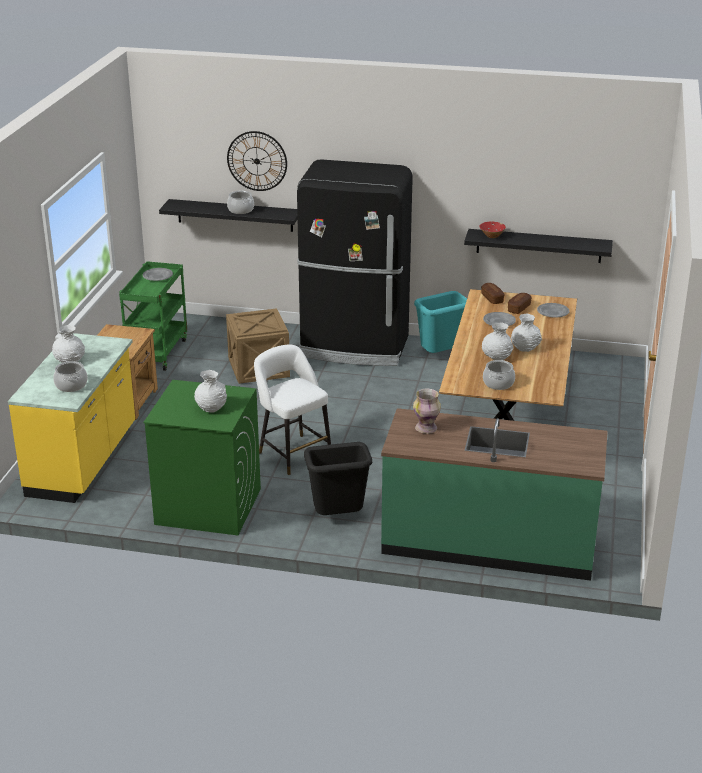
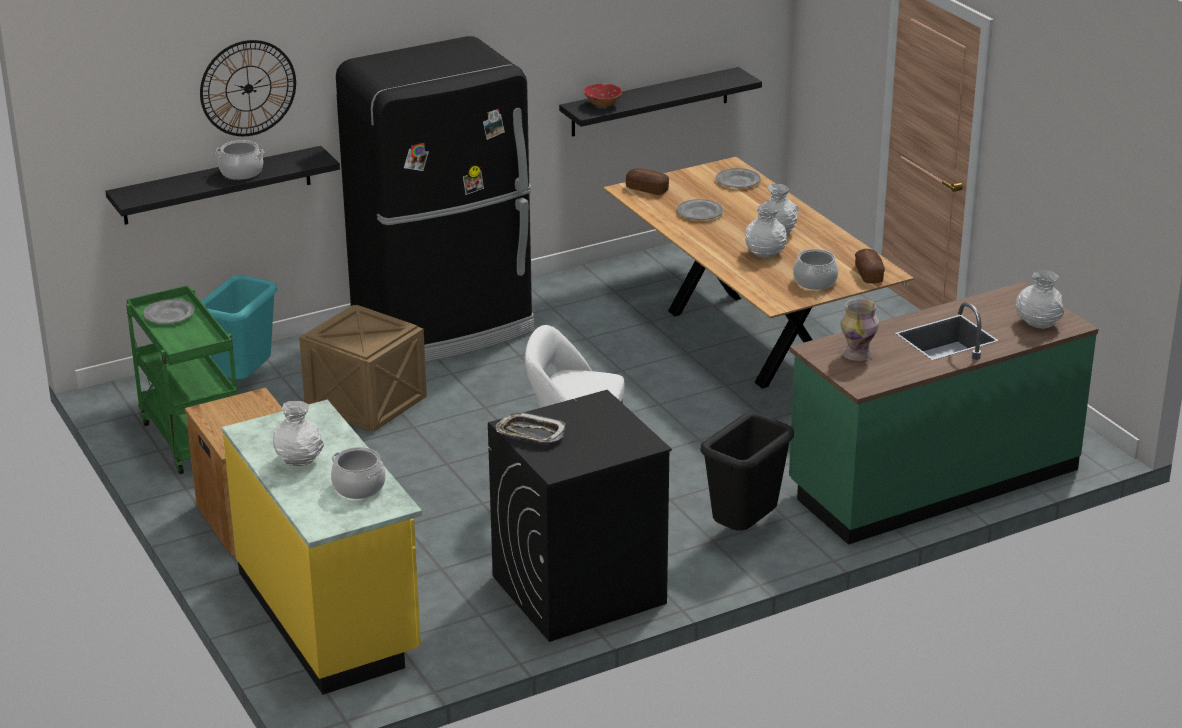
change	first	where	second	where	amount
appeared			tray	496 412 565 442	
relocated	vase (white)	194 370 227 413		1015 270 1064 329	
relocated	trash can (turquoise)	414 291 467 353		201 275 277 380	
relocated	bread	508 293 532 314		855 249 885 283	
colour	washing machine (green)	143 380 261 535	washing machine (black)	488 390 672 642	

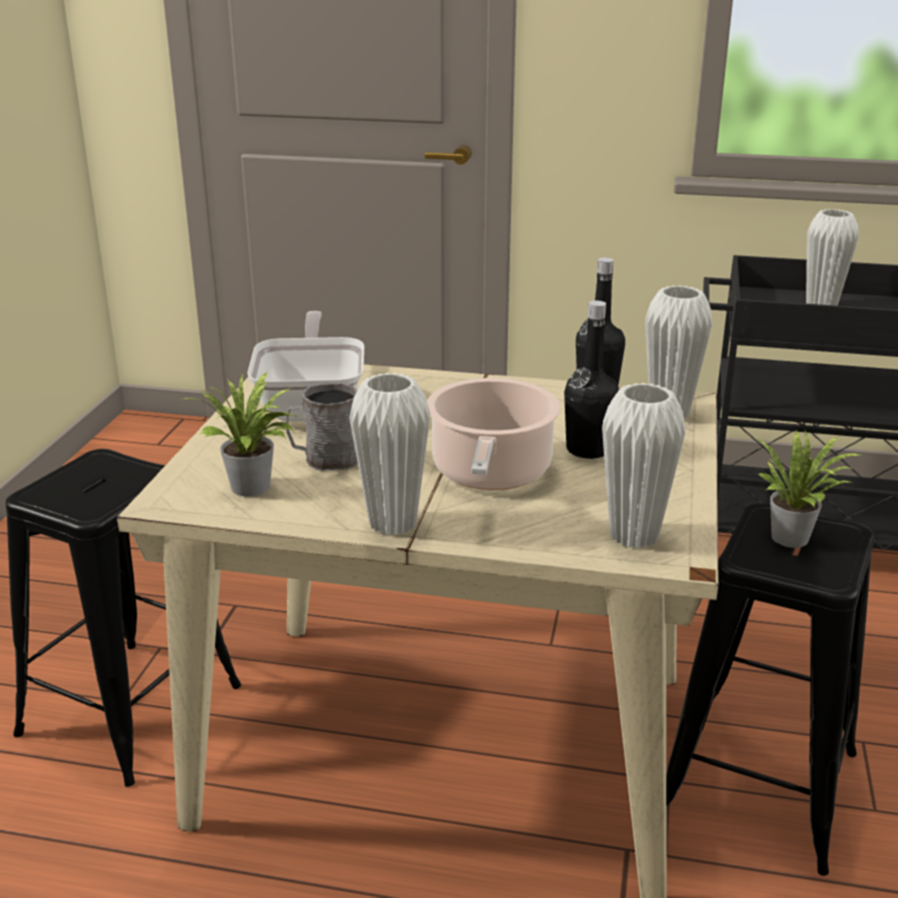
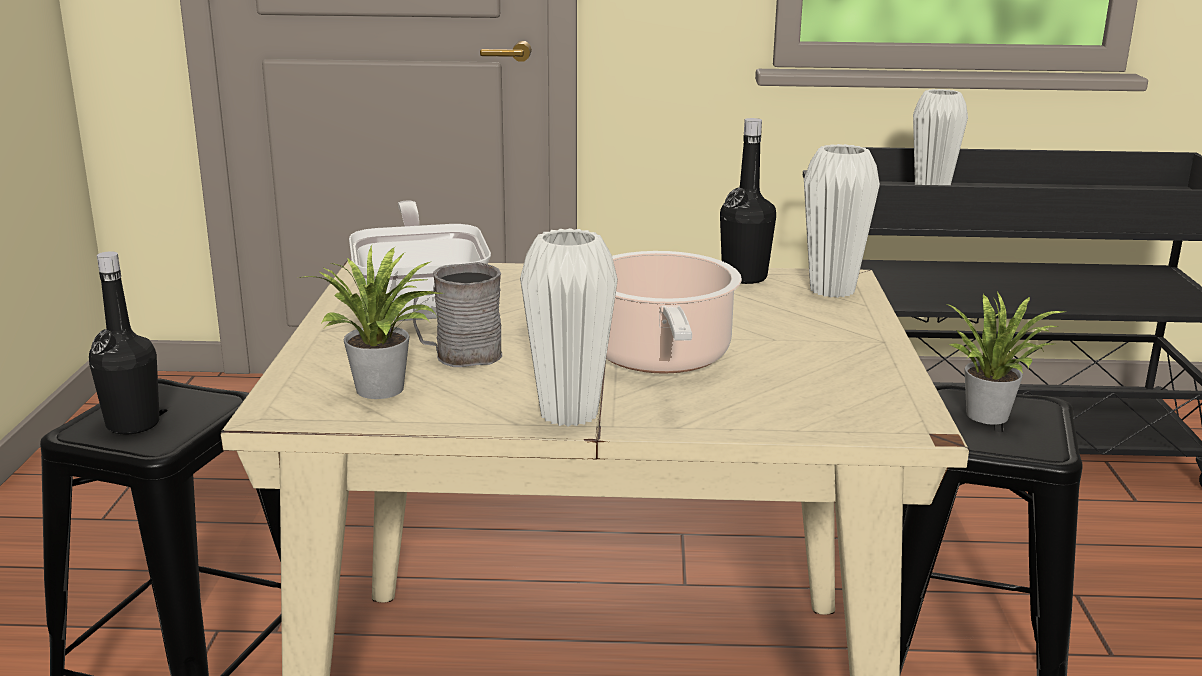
change	first	where	second	where	amount
missing	vase (white)	602 383 685 548			
relocated	bottle (black)	564 301 619 459		89 251 160 435	

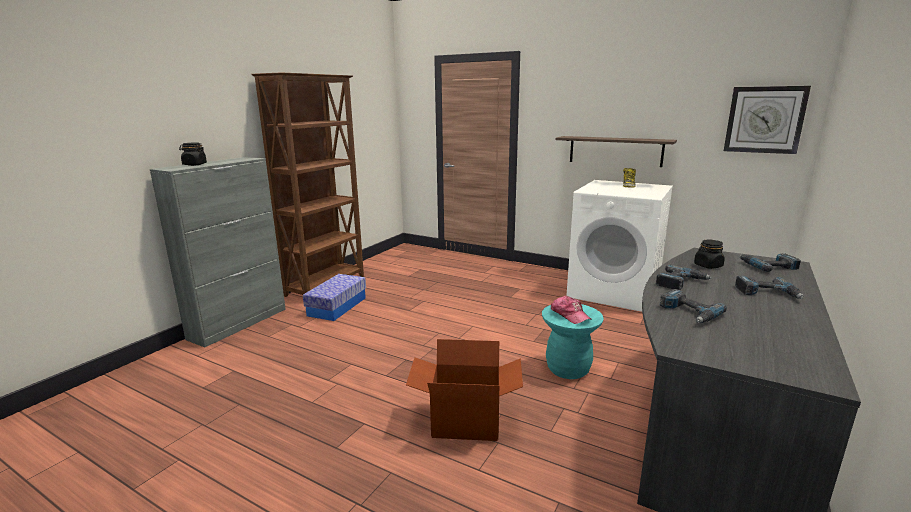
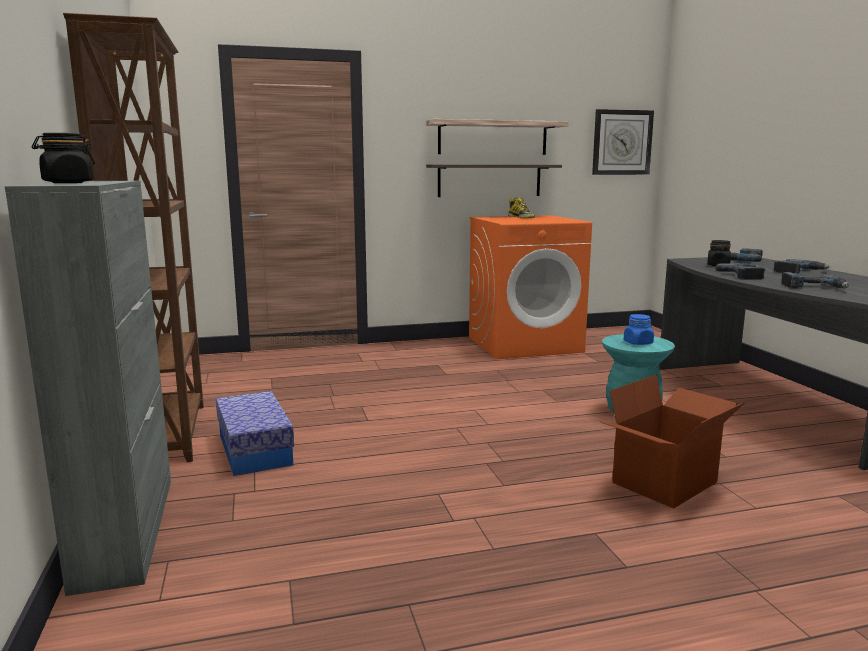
change	first	where	second	where	amount
appeared			shelf	426 119 569 155	
exchanged	cap	551 296 592 324	jar (blue)	624 314 654 345	
colour	washing machine (white)	566 180 673 312	washing machine (orange)	469 215 592 359	

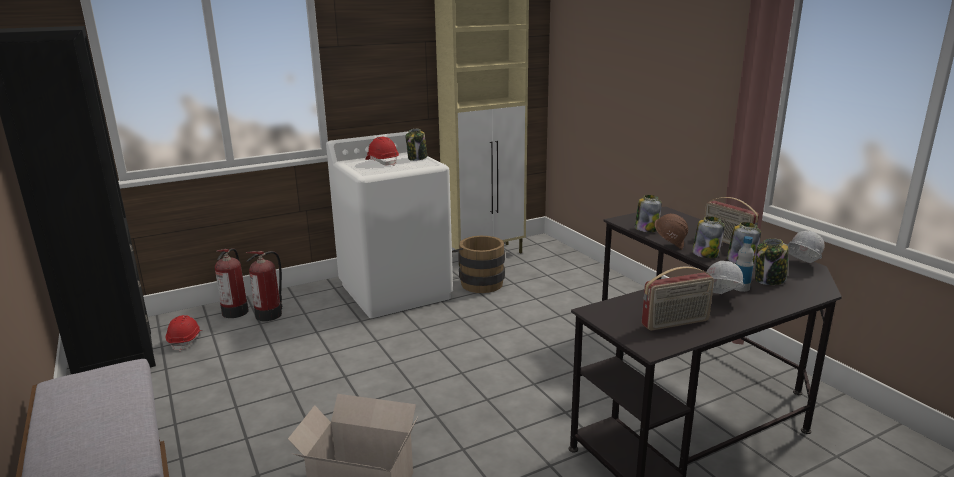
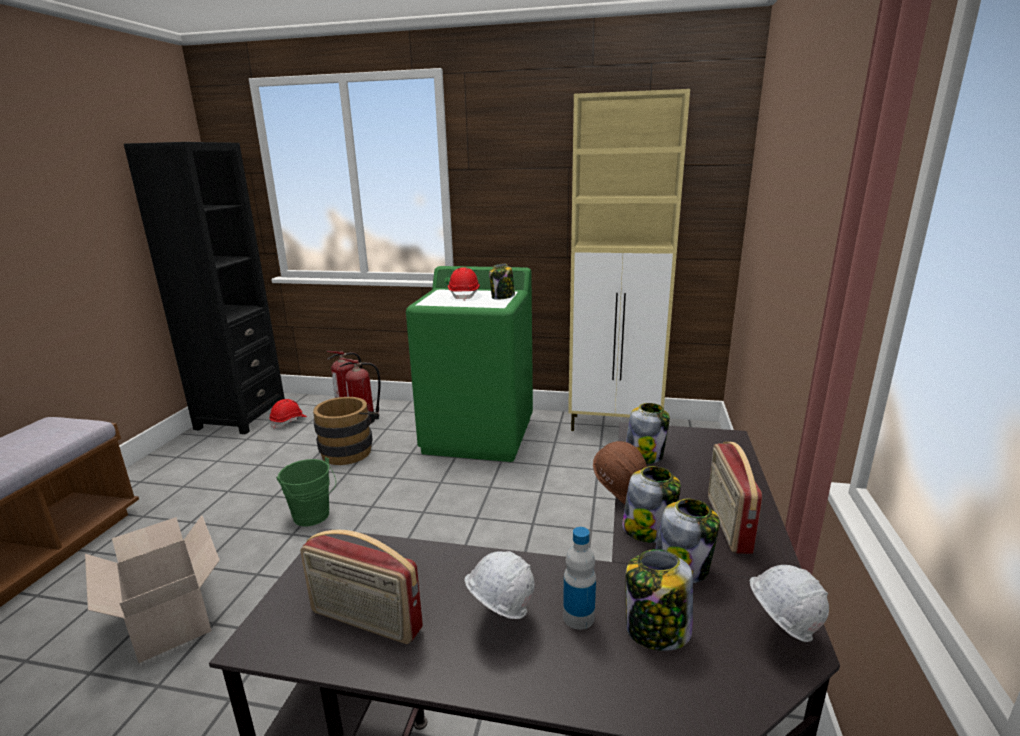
change	first	where	second	where	amount
appeared			bucket (green)	276 457 336 527	
relocated	bucket (brown)	452 236 505 293		313 397 378 465	
colour	washing machine (white)	326 132 453 318	washing machine (green)	406 266 533 462	

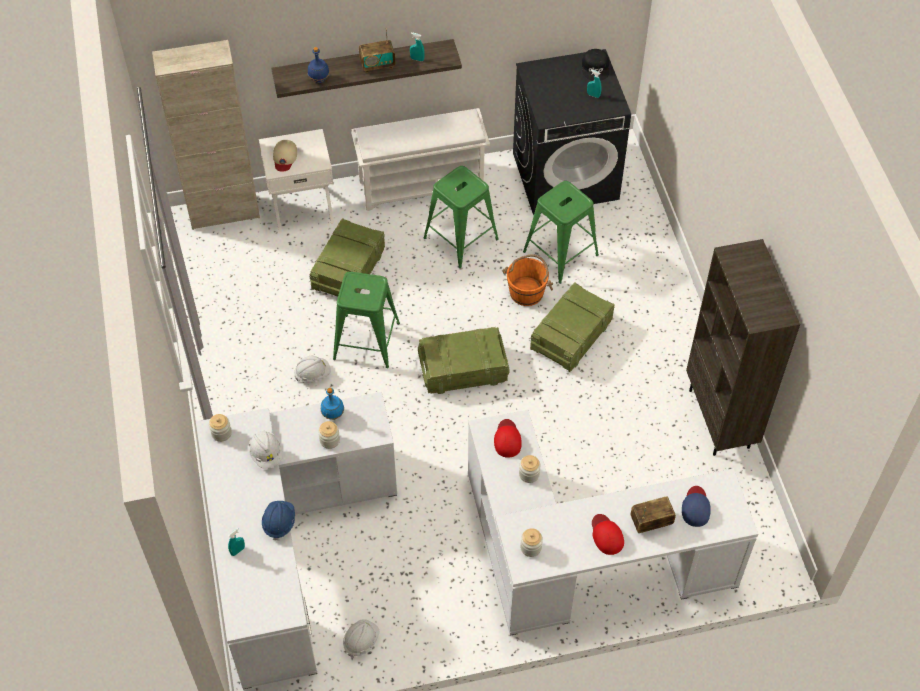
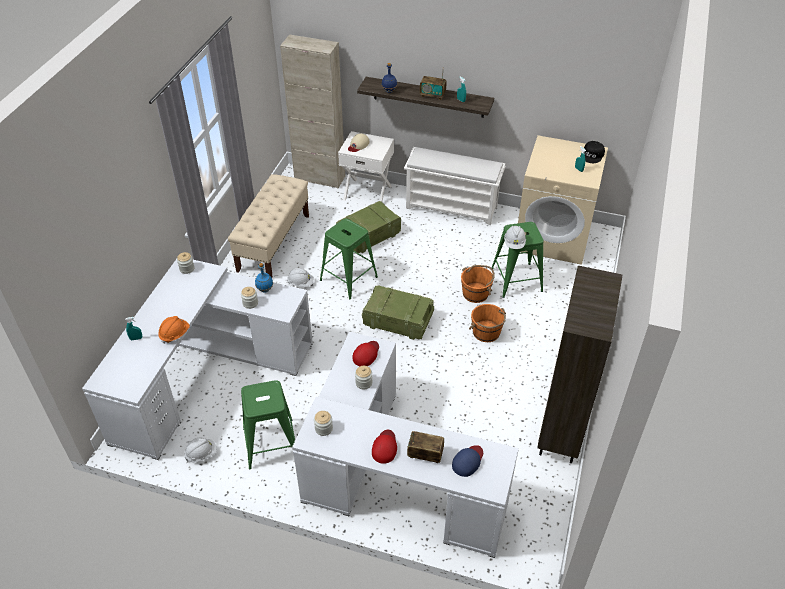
change	first	where	second	where	amount
appeared			bench (beige)	228 174 309 278	
relocated	hard hat (white)	249 431 282 469		504 226 526 249	
relocated	stool (green)	423 166 499 268		241 380 295 469	
exchanged	crate	530 283 615 372	bucket (orange)	469 304 506 342	
colour	hard hat (blue)	262 501 295 541	hard hat (orange)	158 316 190 344	
colour	washing machine (black)	513 49 631 215	washing machine (beige)	518 135 608 265	

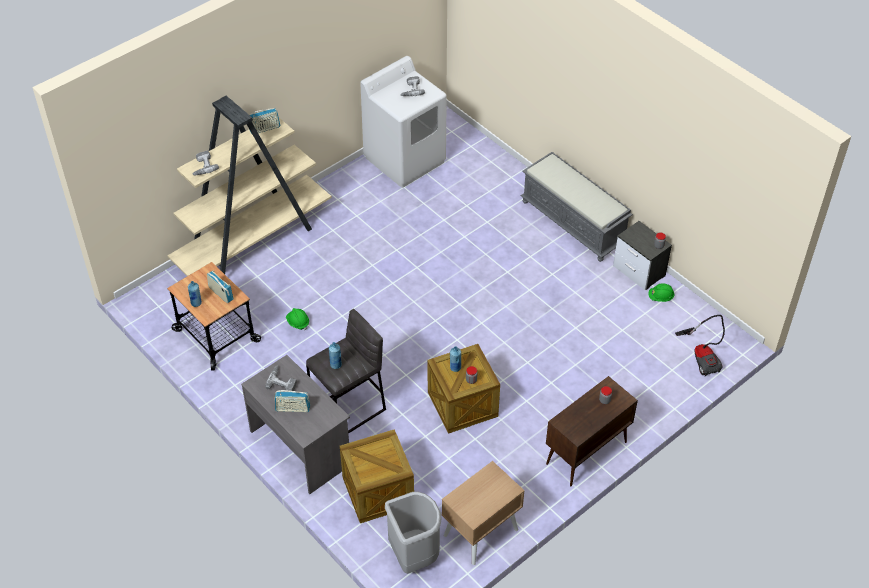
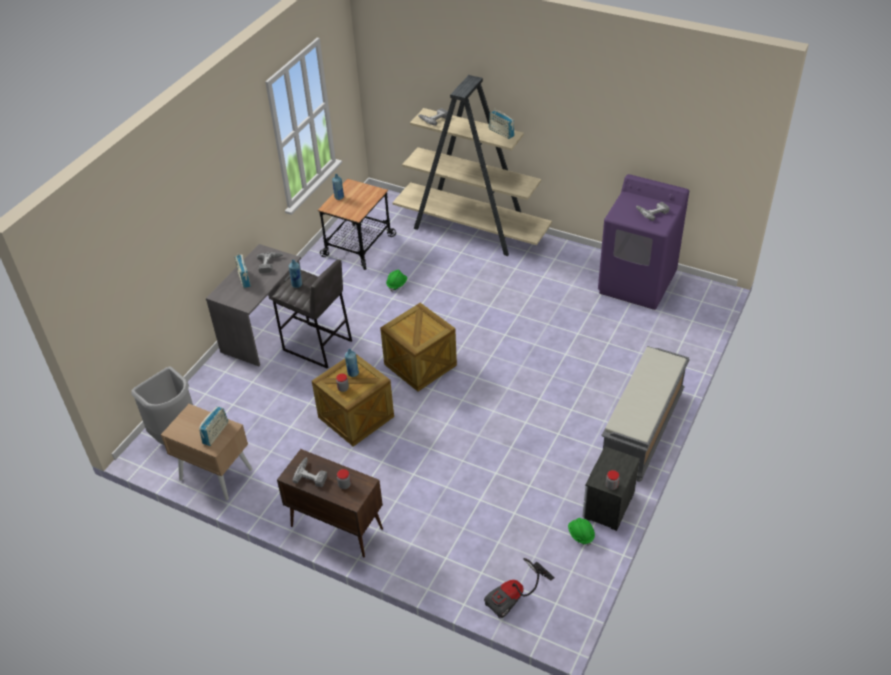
change	first	where	second	where	amount
appeared			power drill	293 457 327 487	
relocated	radio	207 270 233 303		199 406 228 446	
relocated	crate	340 429 414 523		380 303 457 391	
colour	washing machine (white)	360 56 447 188	washing machine (purple)	598 174 689 310	

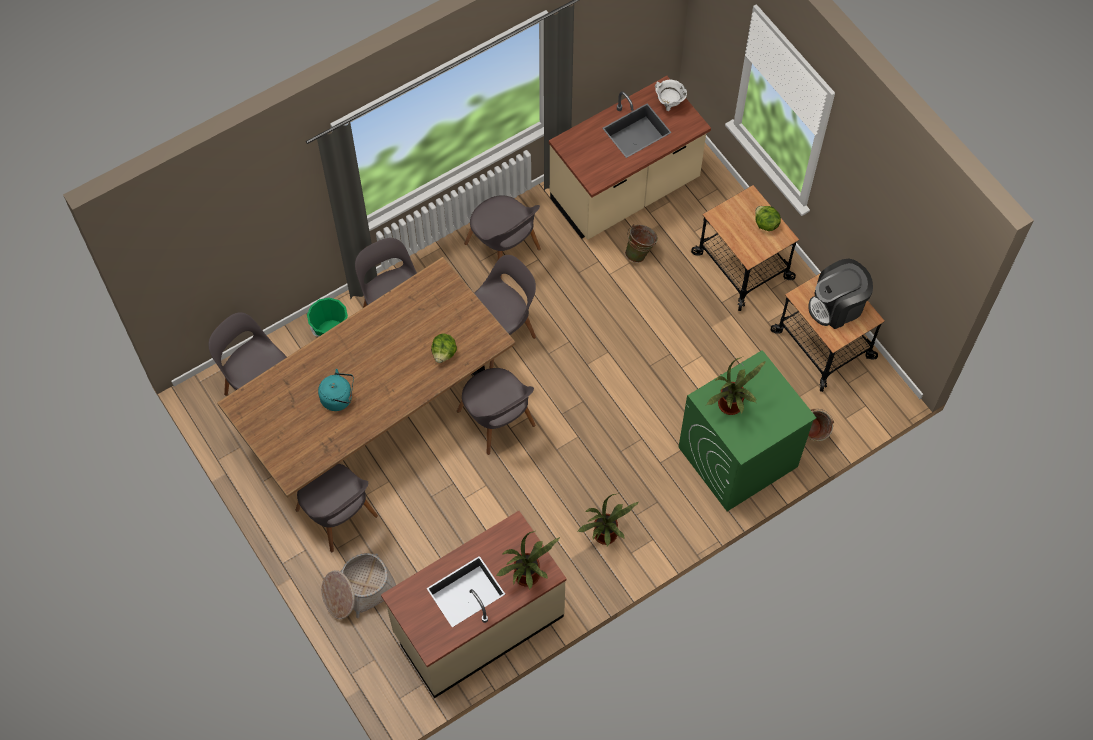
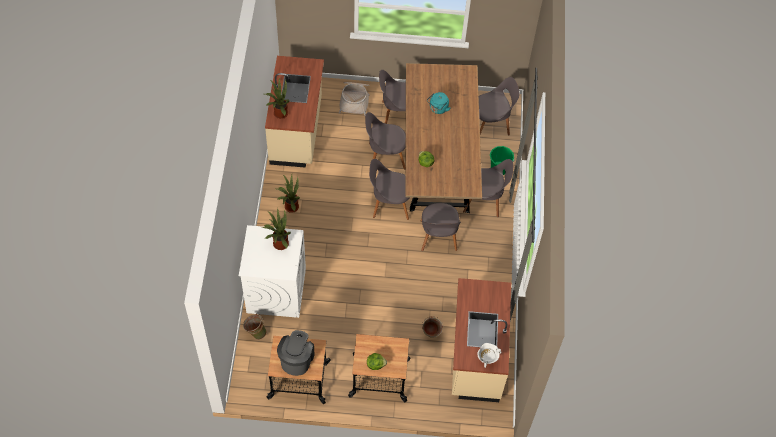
change	first	where	second	where	amount
relocated	chair (grey)	464 195 541 279		365 112 406 170	
colour	washing machine (green)	679 350 816 511	washing machine (white)	239 225 306 318	

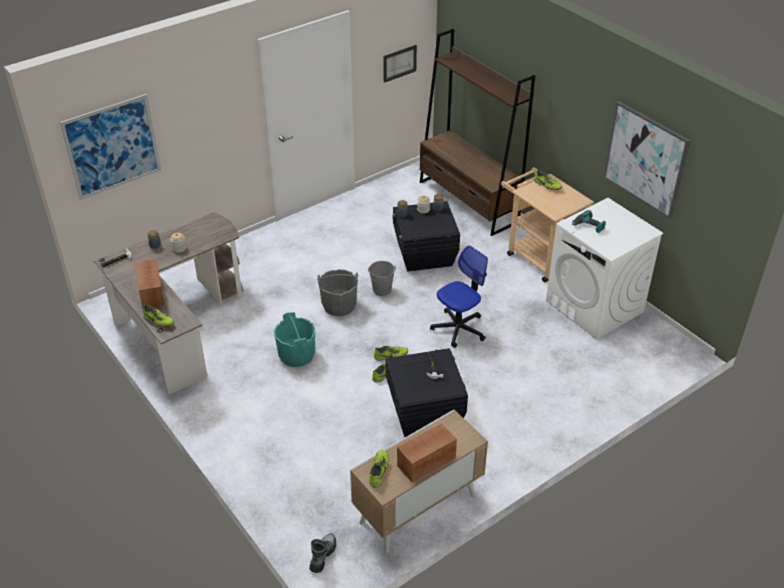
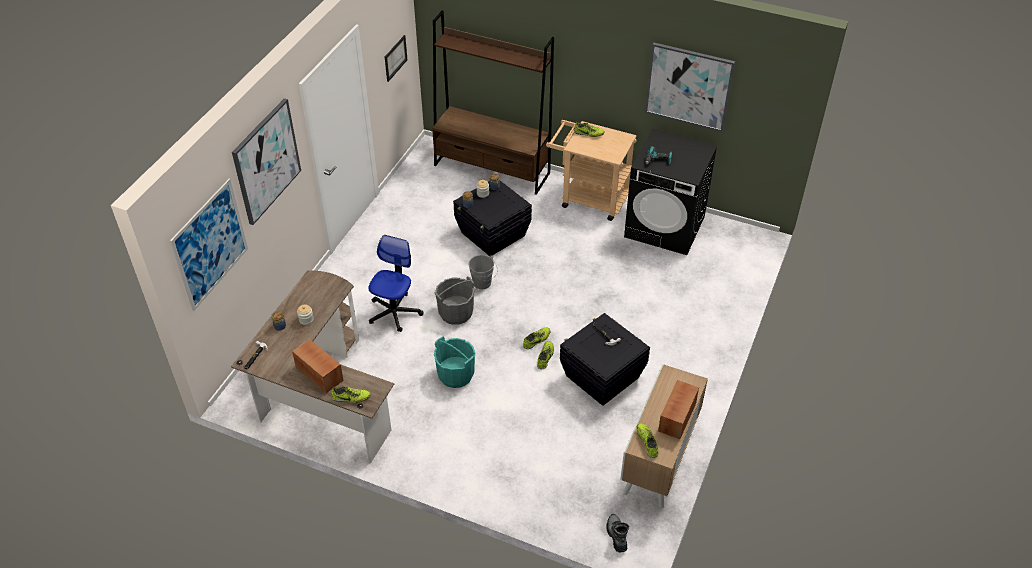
change	first	where	second	where	amount
appeared			picture	232 98 301 225	
relocated	office chair	430 245 488 348		368 235 424 332	
colour	washing machine (white)	546 198 663 340	washing machine (black)	624 128 718 255	

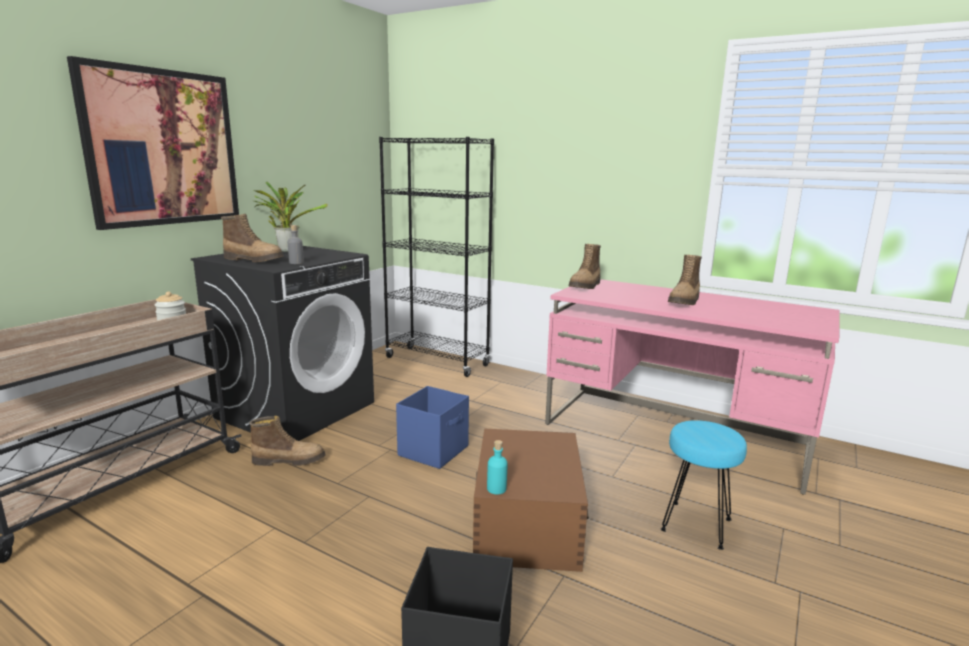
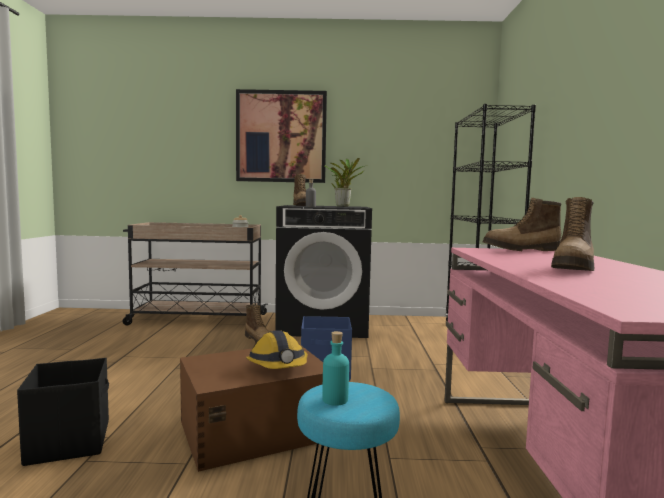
change	first	where	second	where	amount
appeared			hard hat	246 331 308 369	
relocated	bottle (turquoise)	487 440 508 494		322 331 349 406	
spun	boot	668 255 702 305		551 197 594 271	60 degrees counterclockwise

